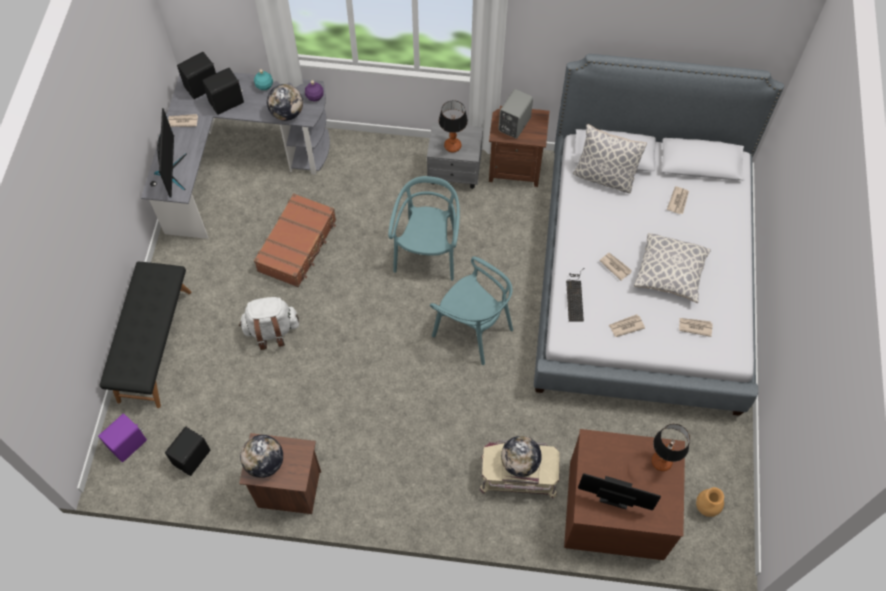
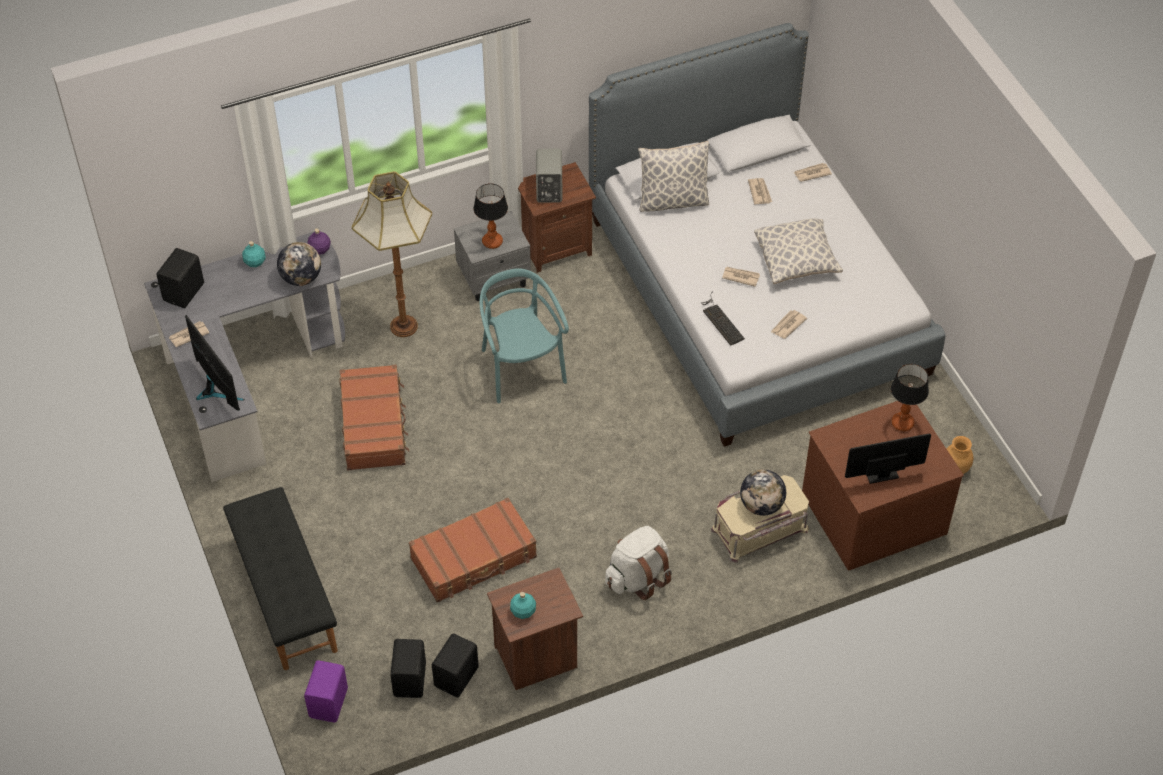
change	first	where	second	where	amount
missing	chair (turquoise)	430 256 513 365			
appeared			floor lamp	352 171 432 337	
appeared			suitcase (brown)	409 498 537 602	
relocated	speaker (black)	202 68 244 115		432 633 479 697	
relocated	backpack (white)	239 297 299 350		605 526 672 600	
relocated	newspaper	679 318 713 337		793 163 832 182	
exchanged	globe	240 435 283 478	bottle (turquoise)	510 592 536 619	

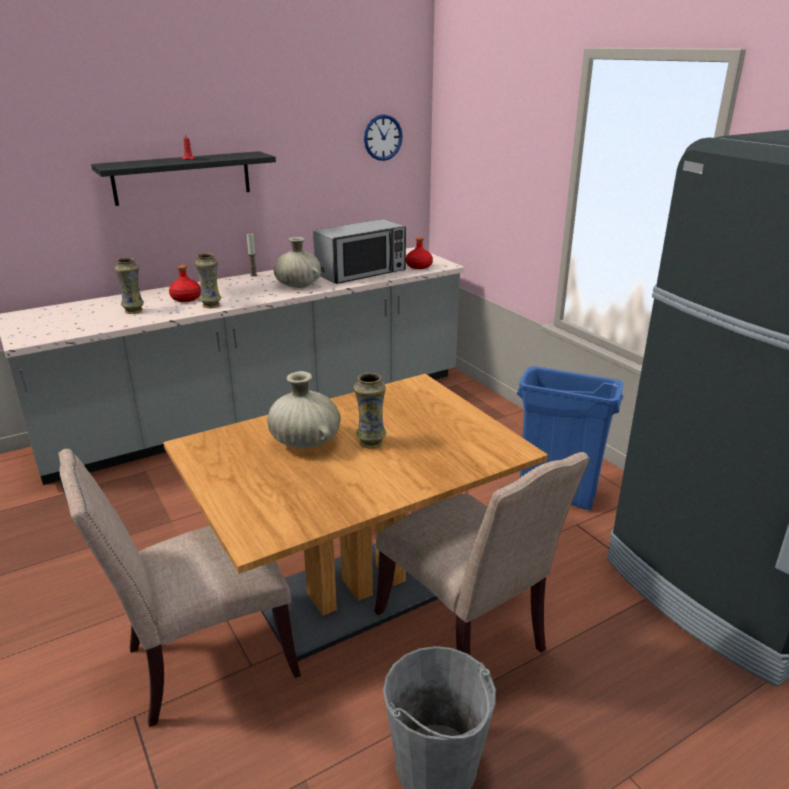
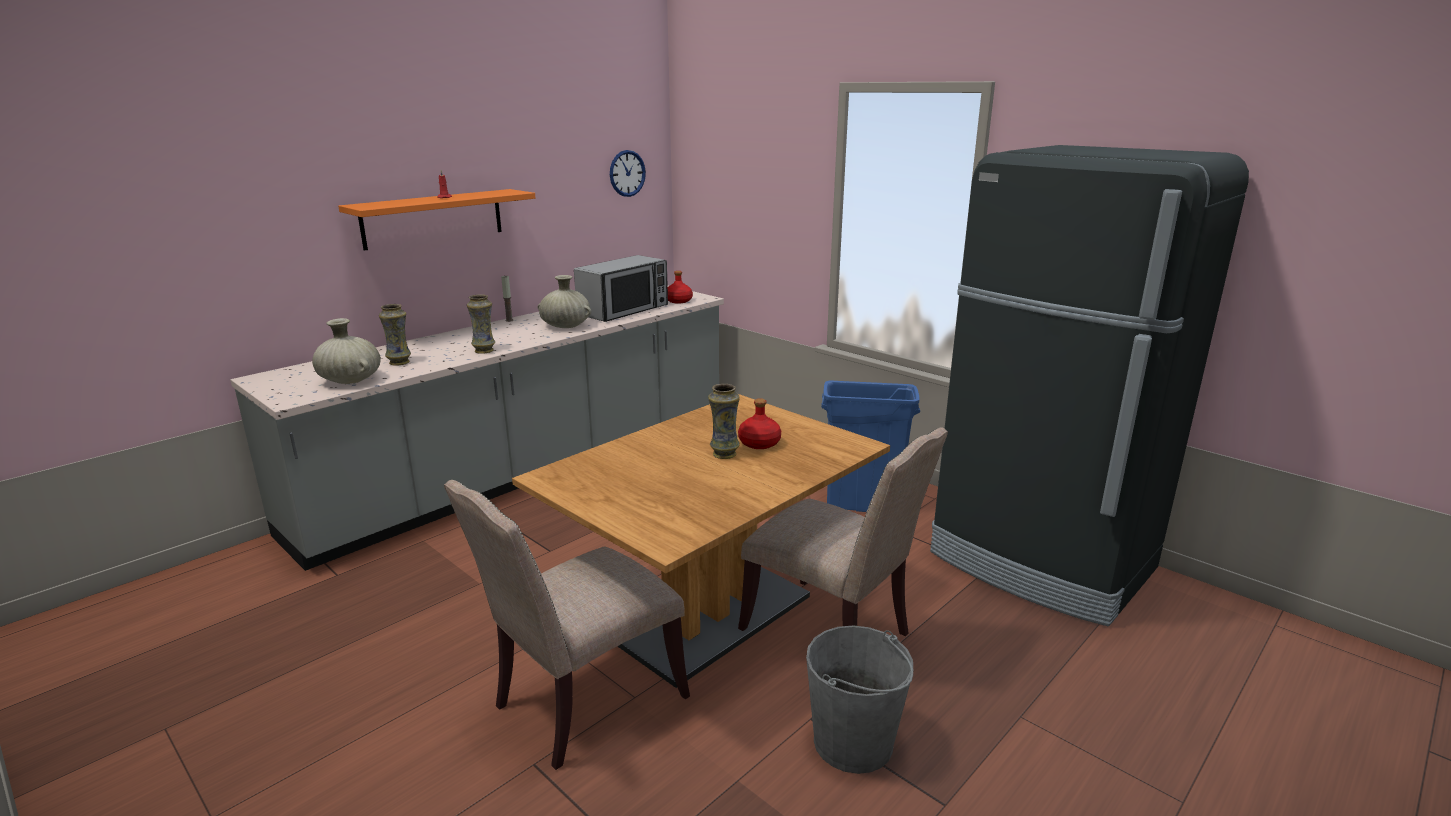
change	first	where	second	where	amount
relocated	bottle (red)	169 265 201 302		738 398 781 449	
relocated	vase (beige)	267 371 341 448		312 318 381 384	
colour	shelf (black)	91 151 276 206	shelf (orange)	338 189 535 251	

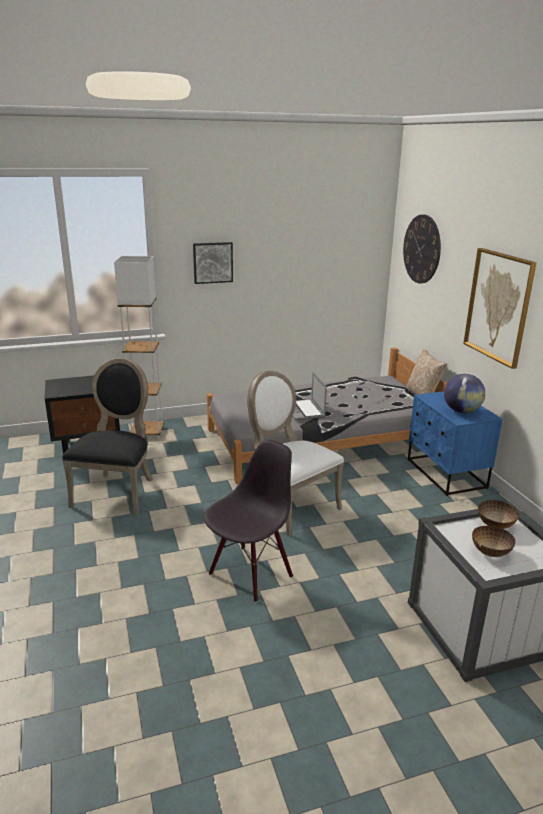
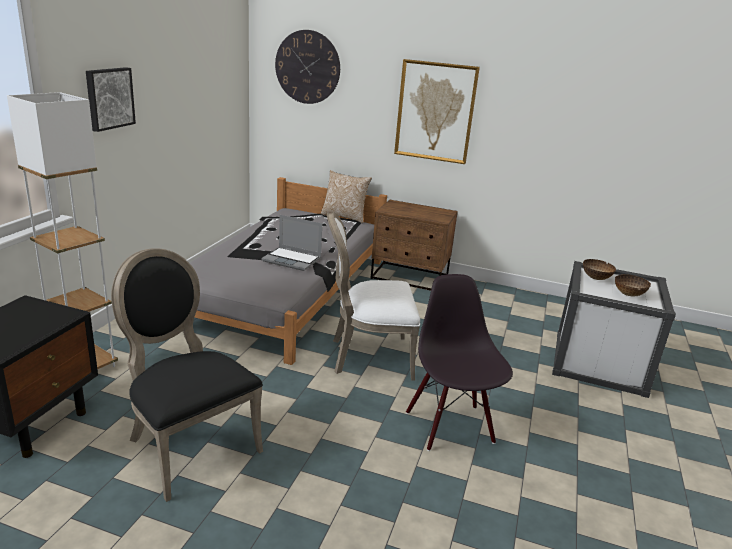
change	first	where	second	where	amount
missing	globe	444 374 485 413			
colour	nightstand (blue)	408 391 503 496	nightstand (brown)	371 200 458 291	

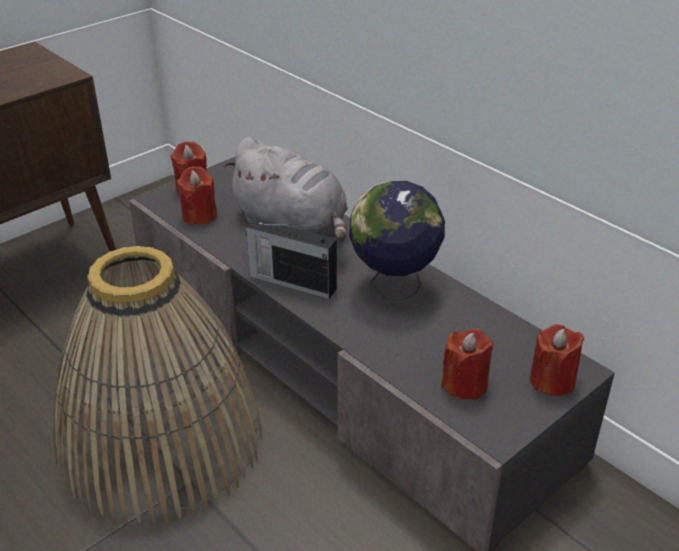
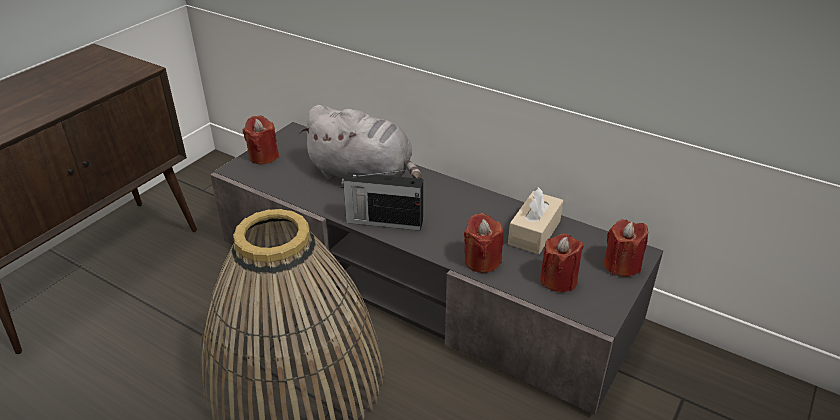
change	first	where	second	where	amount
missing	globe	349 181 445 300			
appeared			tissue box (beige)	508 187 564 254	
relocated	candle (red)	176 166 217 225		464 213 504 273	

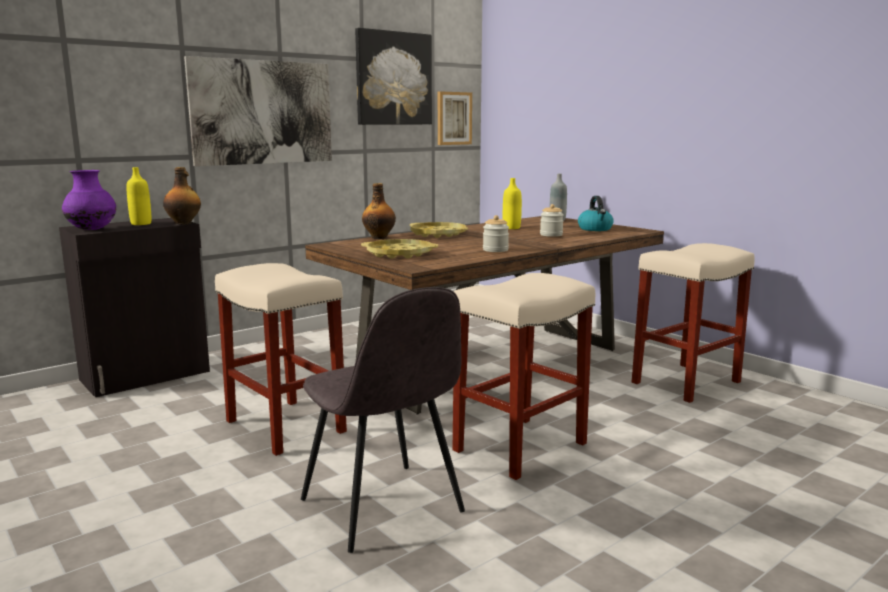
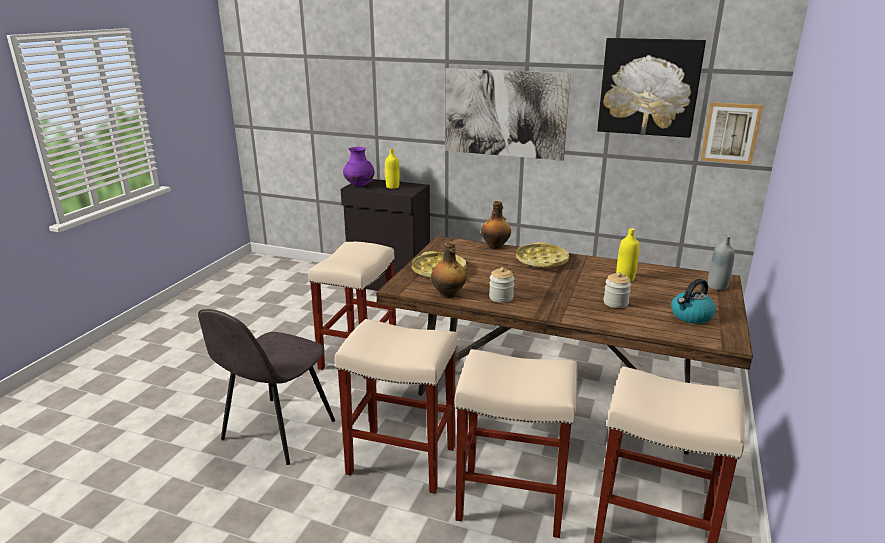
change	first	where	second	where	amount
appeared			stool (beige)	455 349 577 538	
relocated	bottle	163 167 201 225		431 242 467 298	

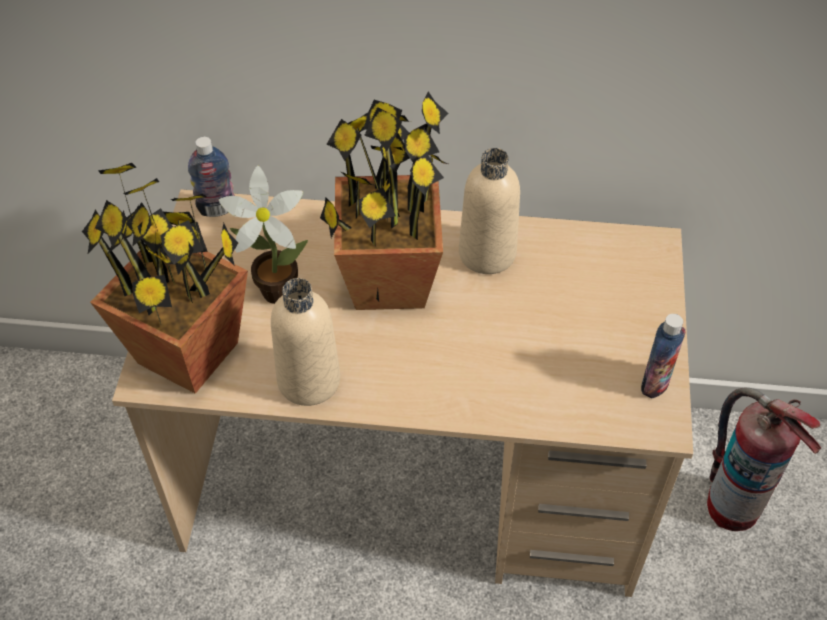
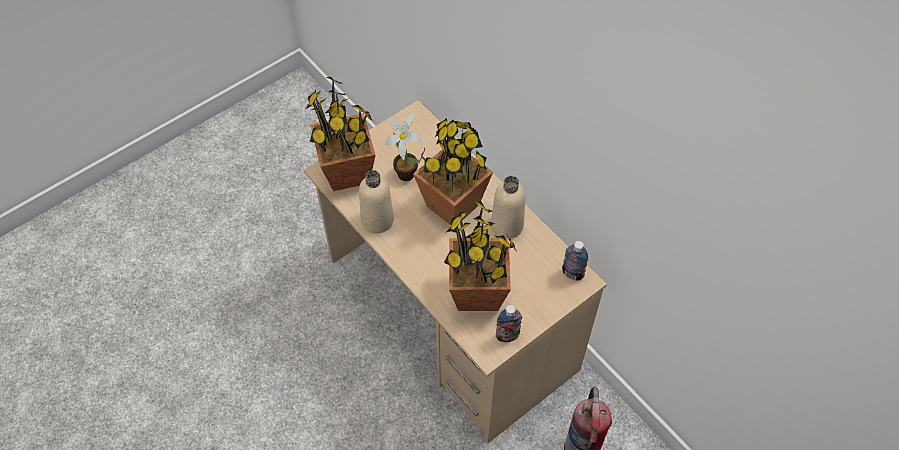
change	first	where	second	where	amount
appeared			potted plant	444 201 516 311	
relocated	bottle	188 137 235 217		562 241 588 281	

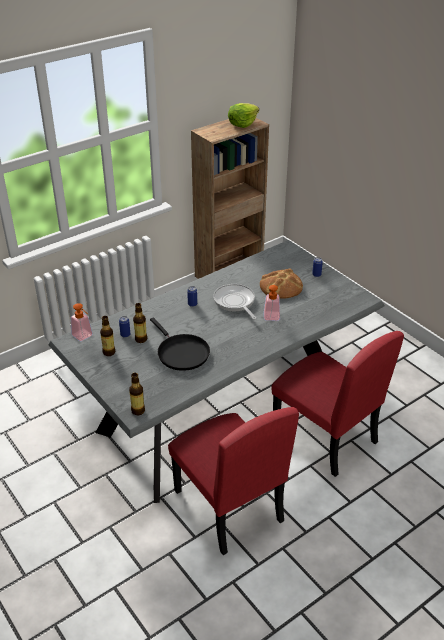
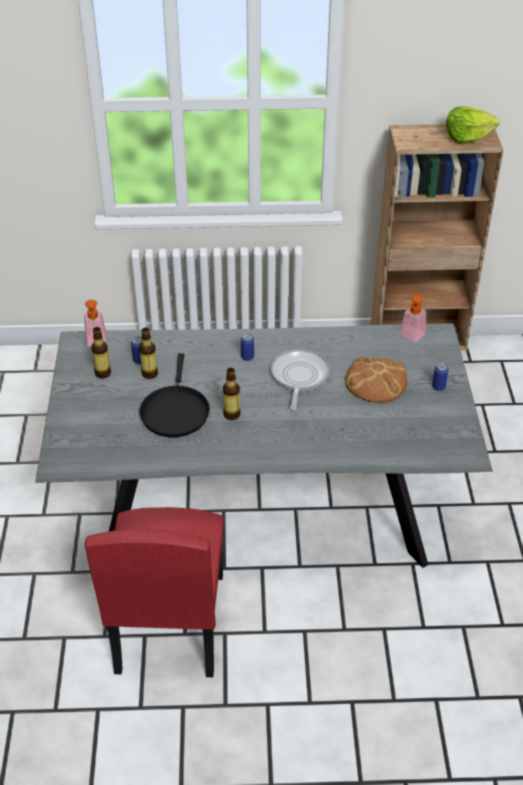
change	first	where	second	where	amount
missing	chair (red)	272 331 404 477			
relocated	bottle	129 373 145 415		223 368 241 420	
relocated	soap dispenser	264 285 280 321		399 295 426 343	

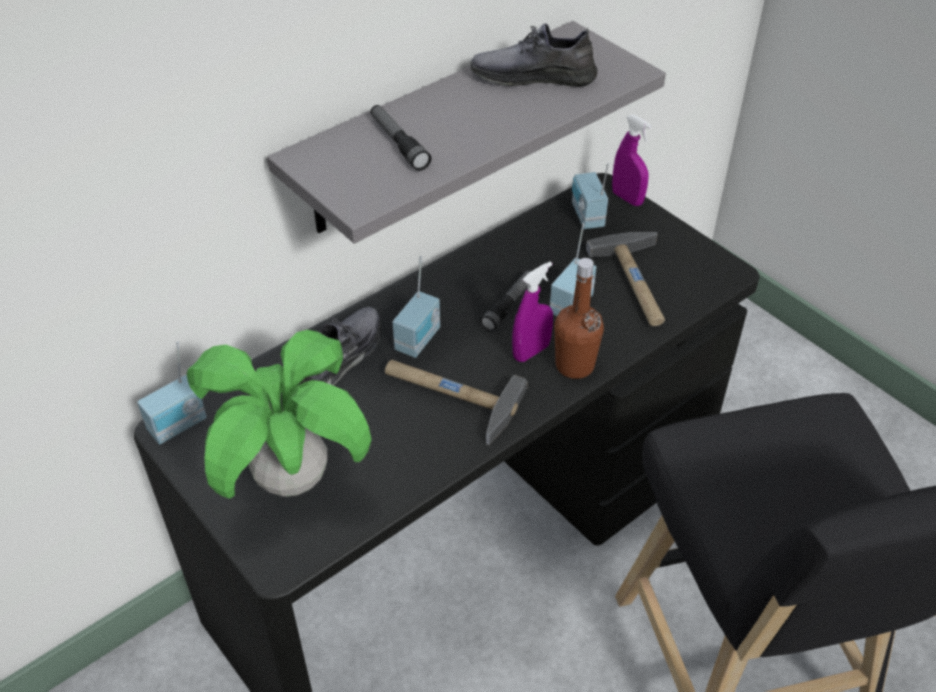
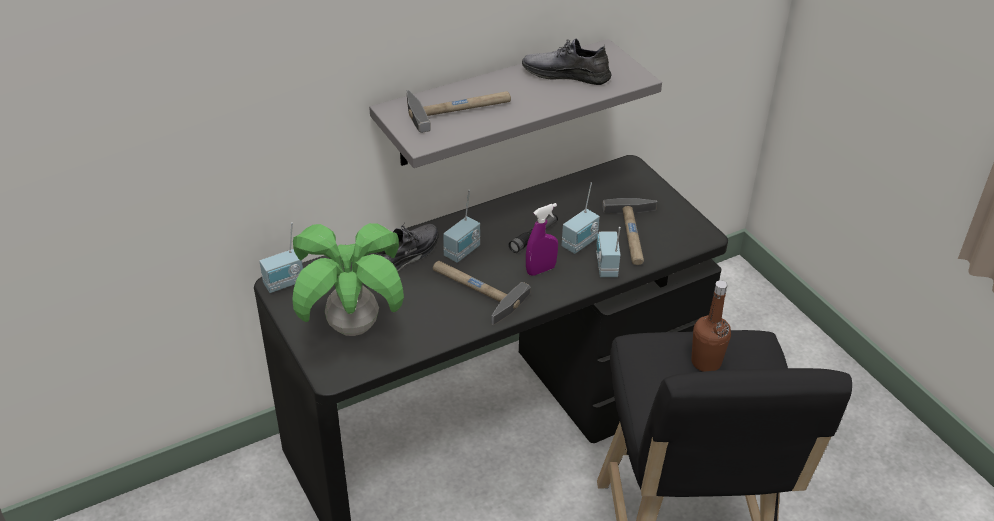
change	first	where	second	where	amount
missing	spray bottle (purple)	612 115 652 206			
relocated	bottle (brown)	554 258 604 379		691 280 731 372	
relocated	radio	572 163 609 229		596 227 621 277	
exchanged	flashlight	371 105 432 171	hammer	407 90 511 133	

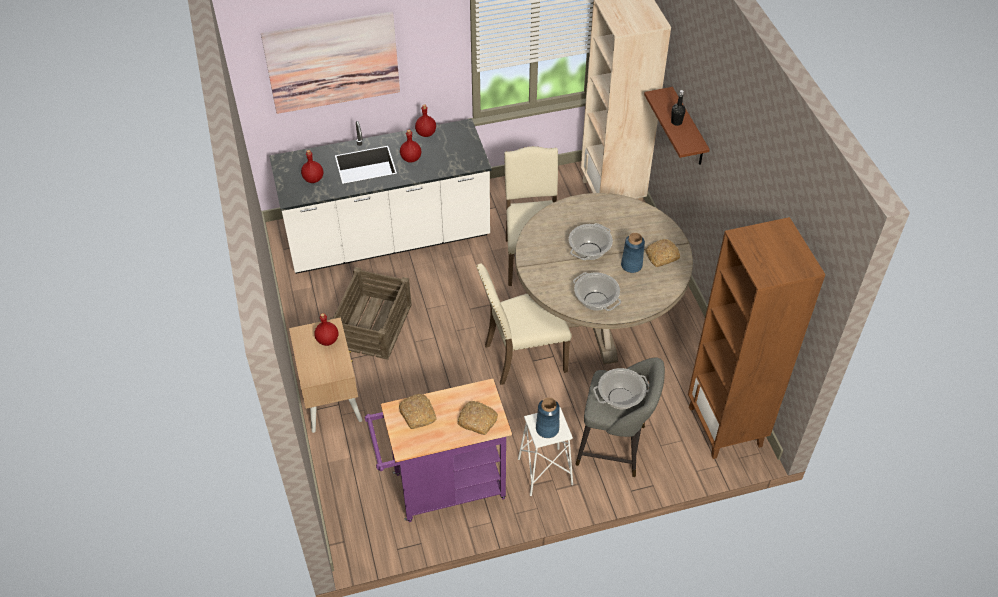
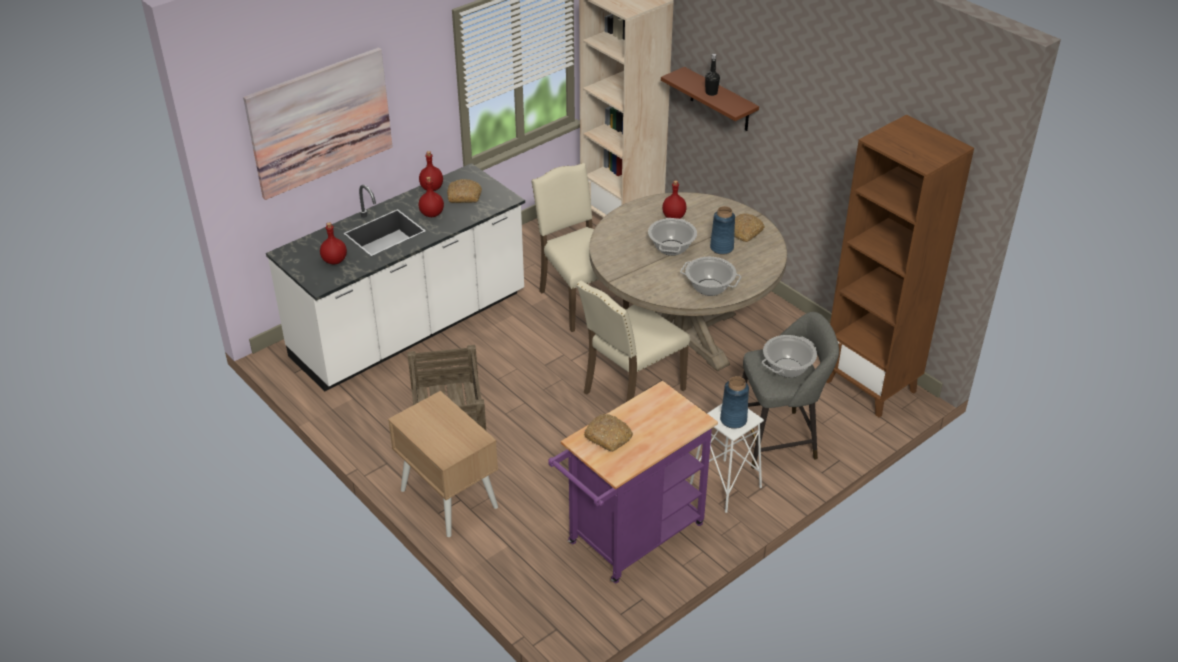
change	first	where	second	where	amount
relocated	bottle (red)	314 313 339 346		662 180 687 219	
relocated	bread	457 401 498 435		447 179 482 203	

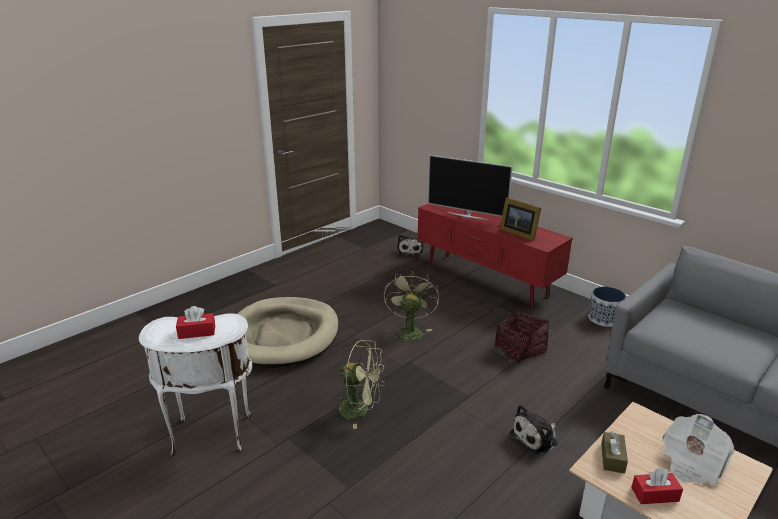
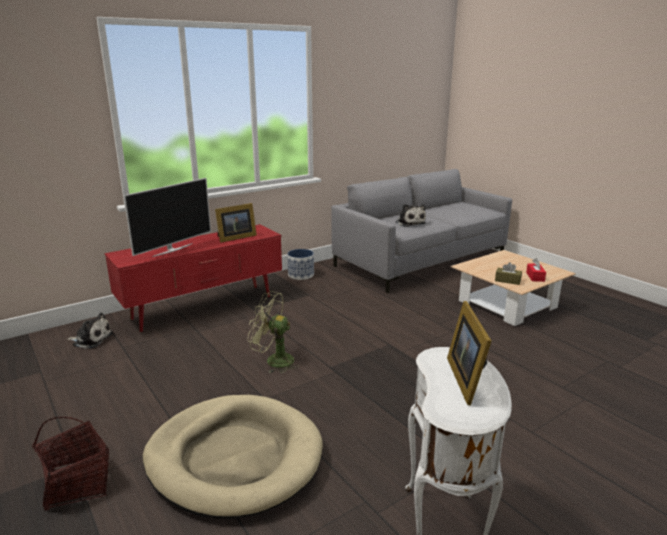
change	first	where	second	where	amount
missing	fan (green)	334 340 385 429			
missing	newspaper	662 414 735 485			
relocated	basket	495 300 548 364		32 417 109 511	
relocated	plush toy	510 405 558 454		396 204 426 227	
exchanged	tissue box (red)	176 306 215 339	picture frame	447 301 491 406	

